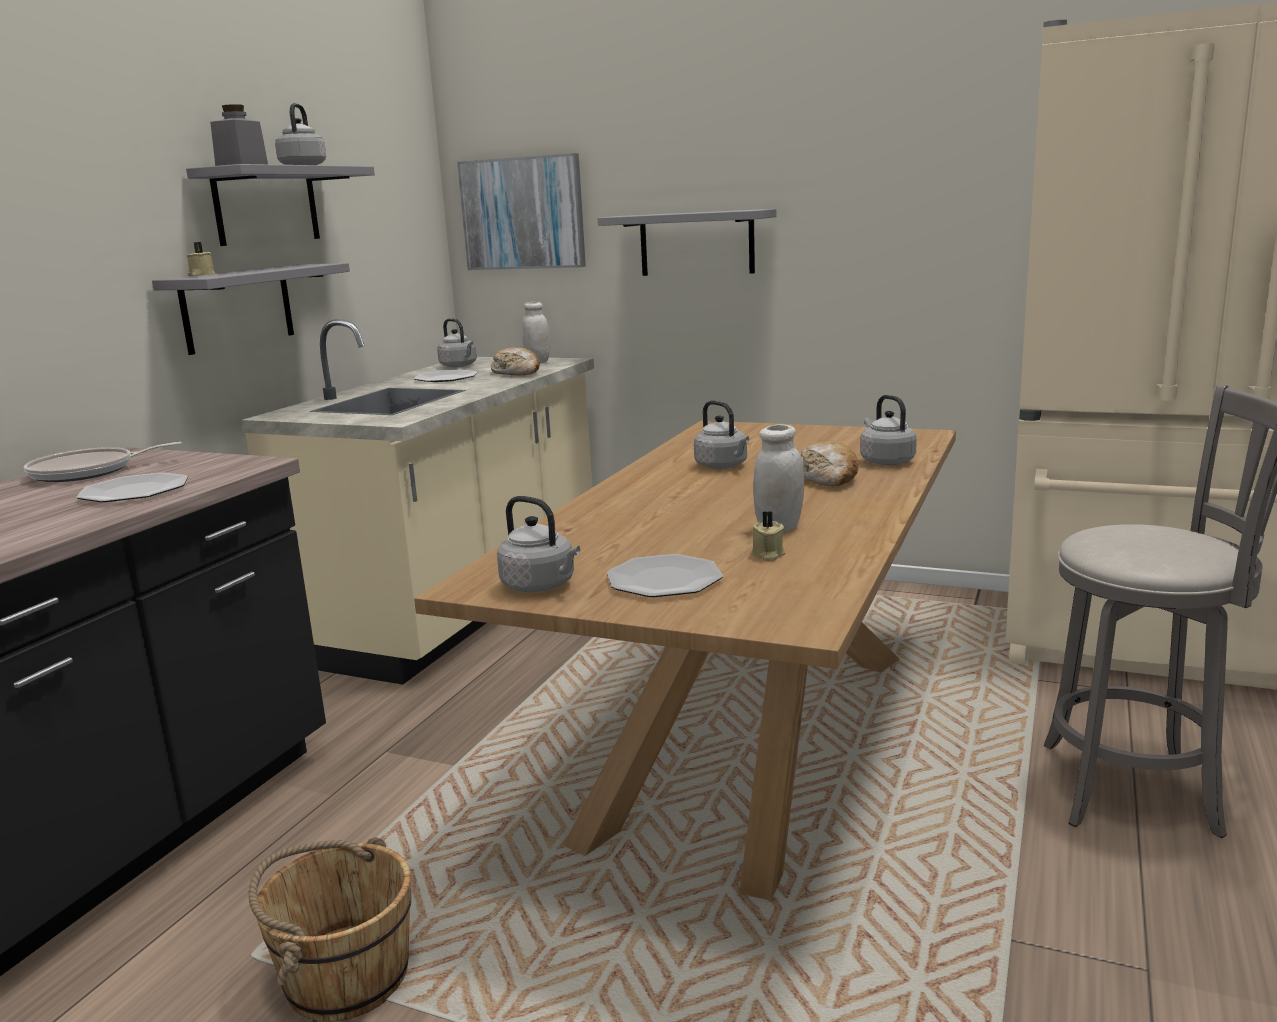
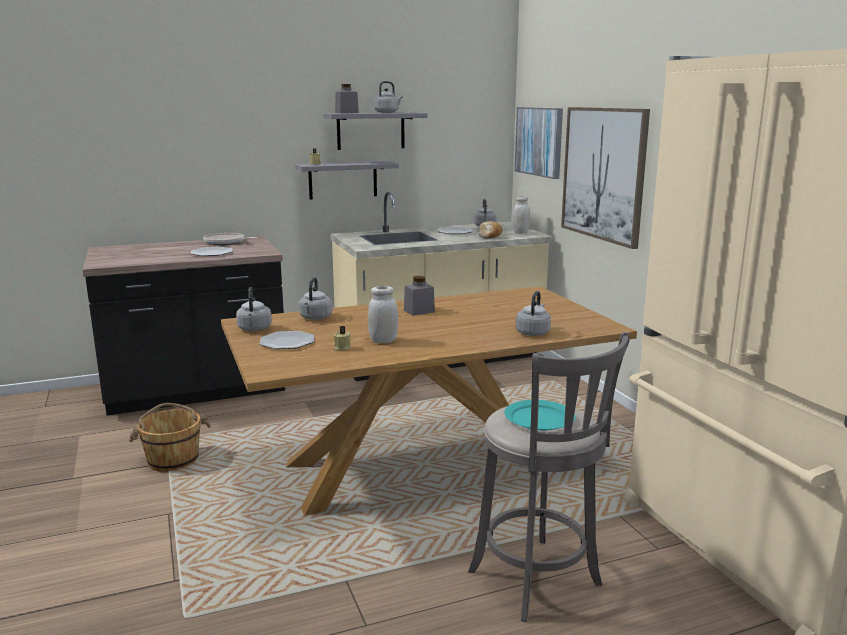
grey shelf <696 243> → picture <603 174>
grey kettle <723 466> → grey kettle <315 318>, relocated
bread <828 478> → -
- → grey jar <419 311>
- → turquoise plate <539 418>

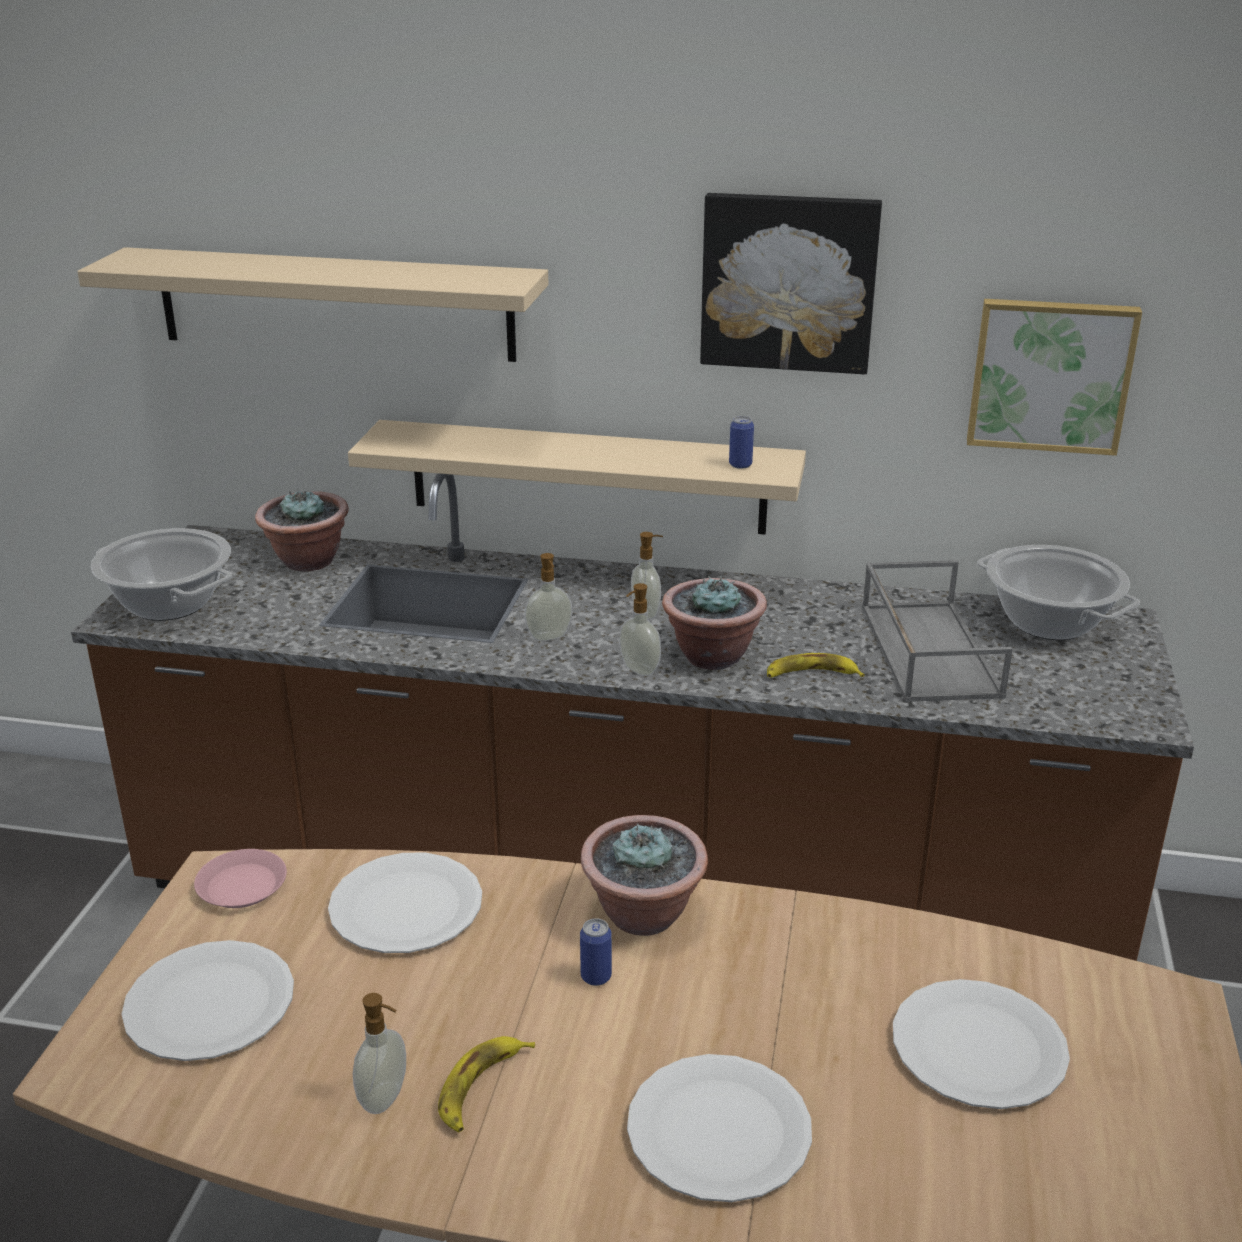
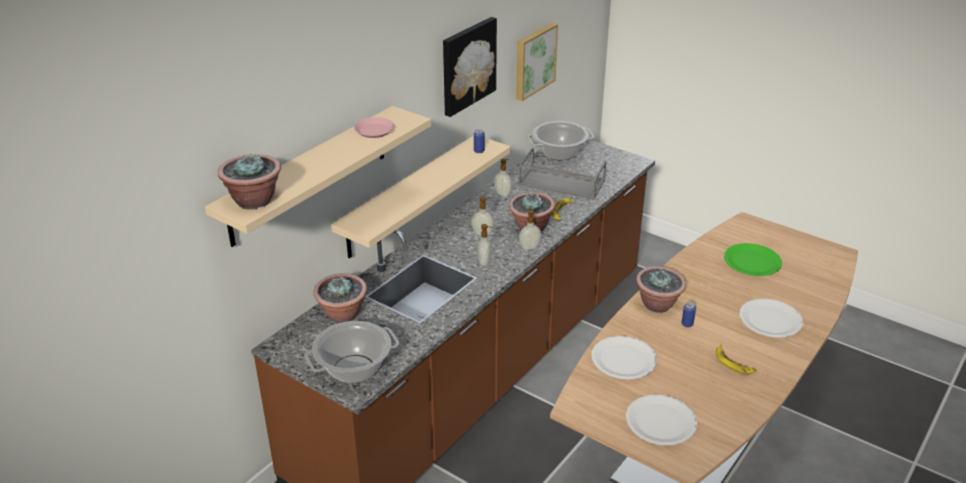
pink plate <242 886> → pink plate <374 131>, relocated
soap dispenser <385 1098> → soap dispenser <503 194>, relocated
white plate <979 1047> → green plate <752 261>
- → potted plant <254 201>

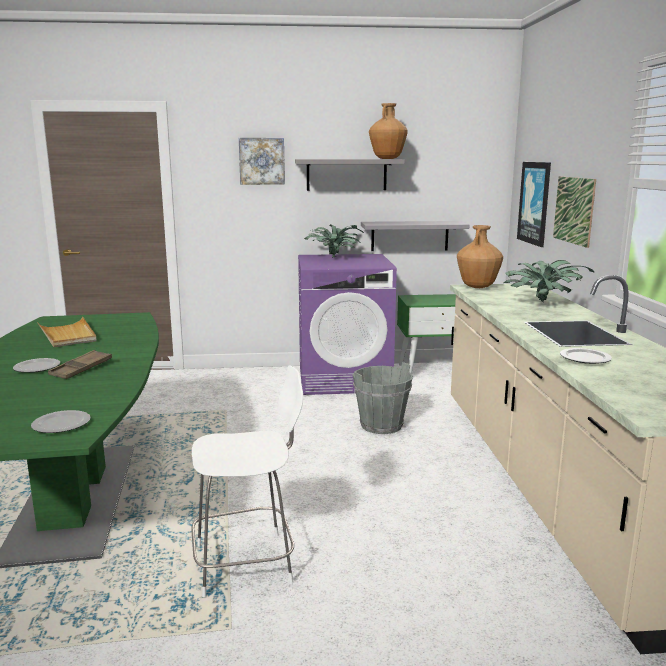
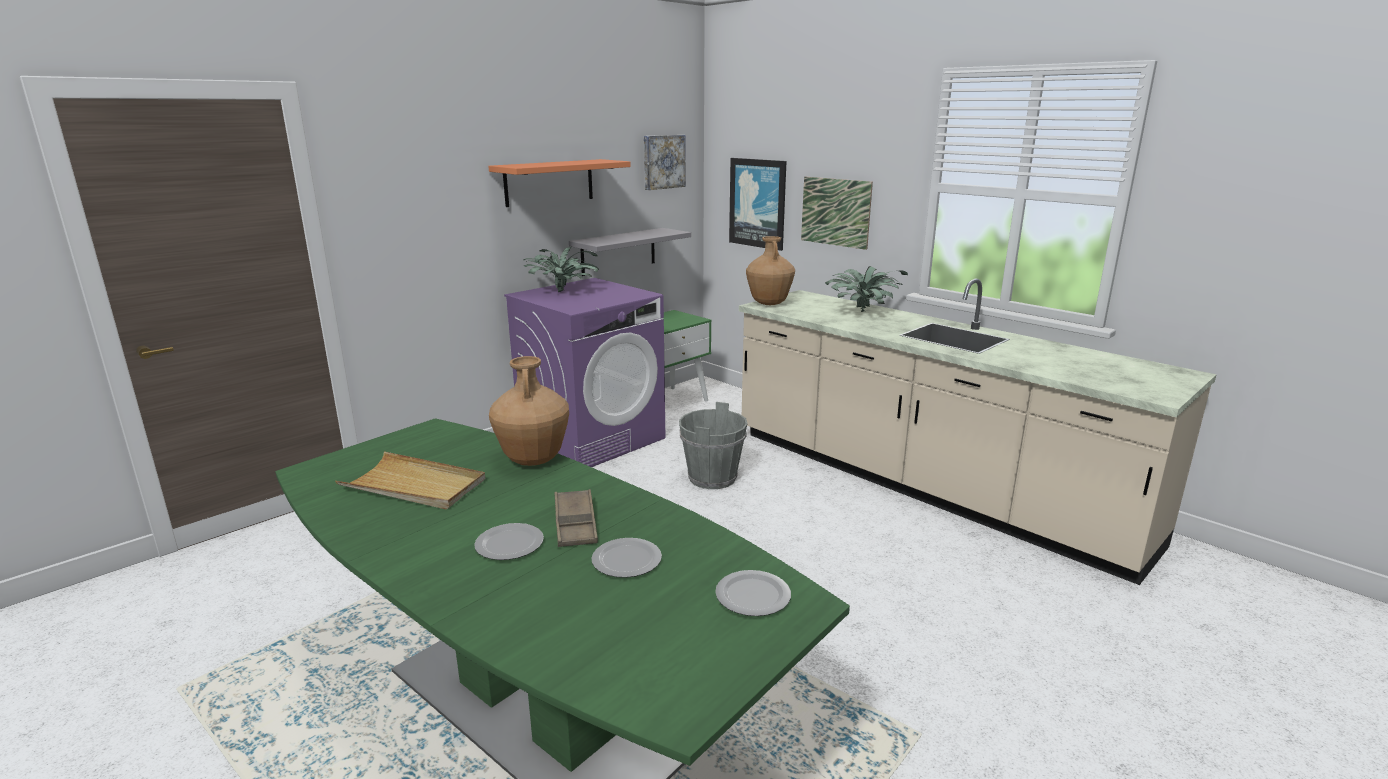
white chair <248 563> → -
picture <262 161> → picture <663 161>, relocated
grey shelf <346 174> → orange shelf <549 182>
brown vase <387 159> → brown vase <533 460>, relocated
plate <584 358> → plate <625 560>, relocated

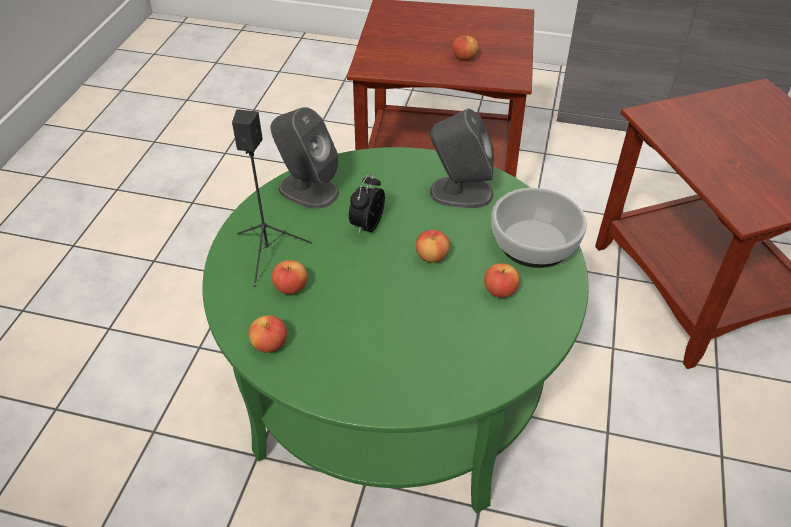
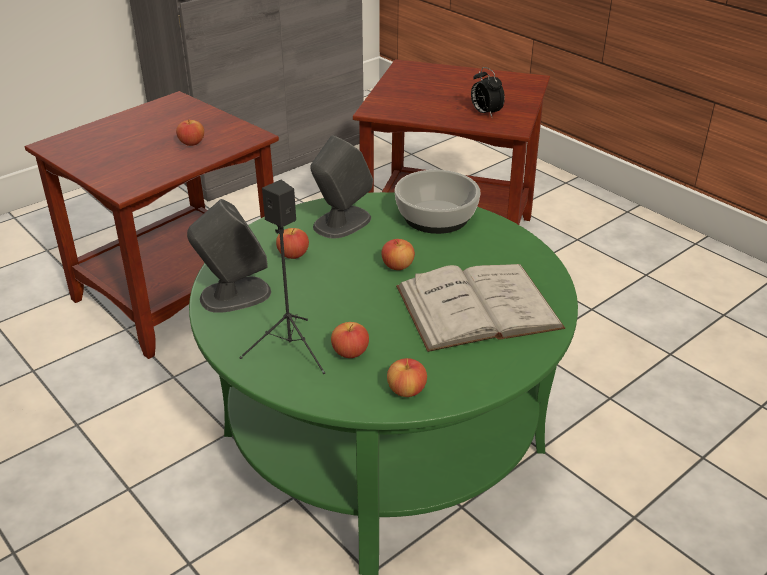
alarm clock <367 225> → alarm clock <485 113>, relocated
apple <500 291> → apple <293 255>, relocated
- → white book <477 307>

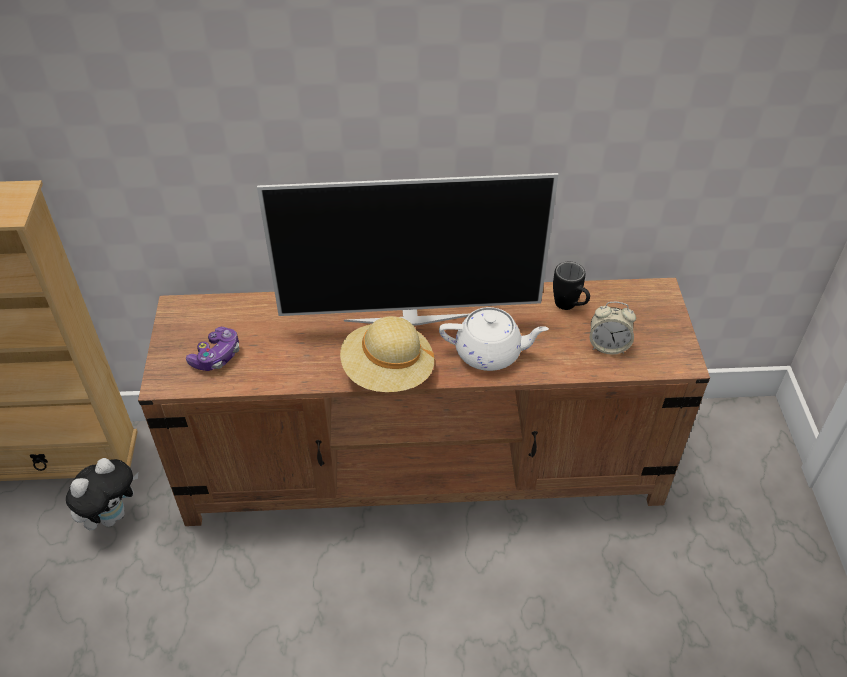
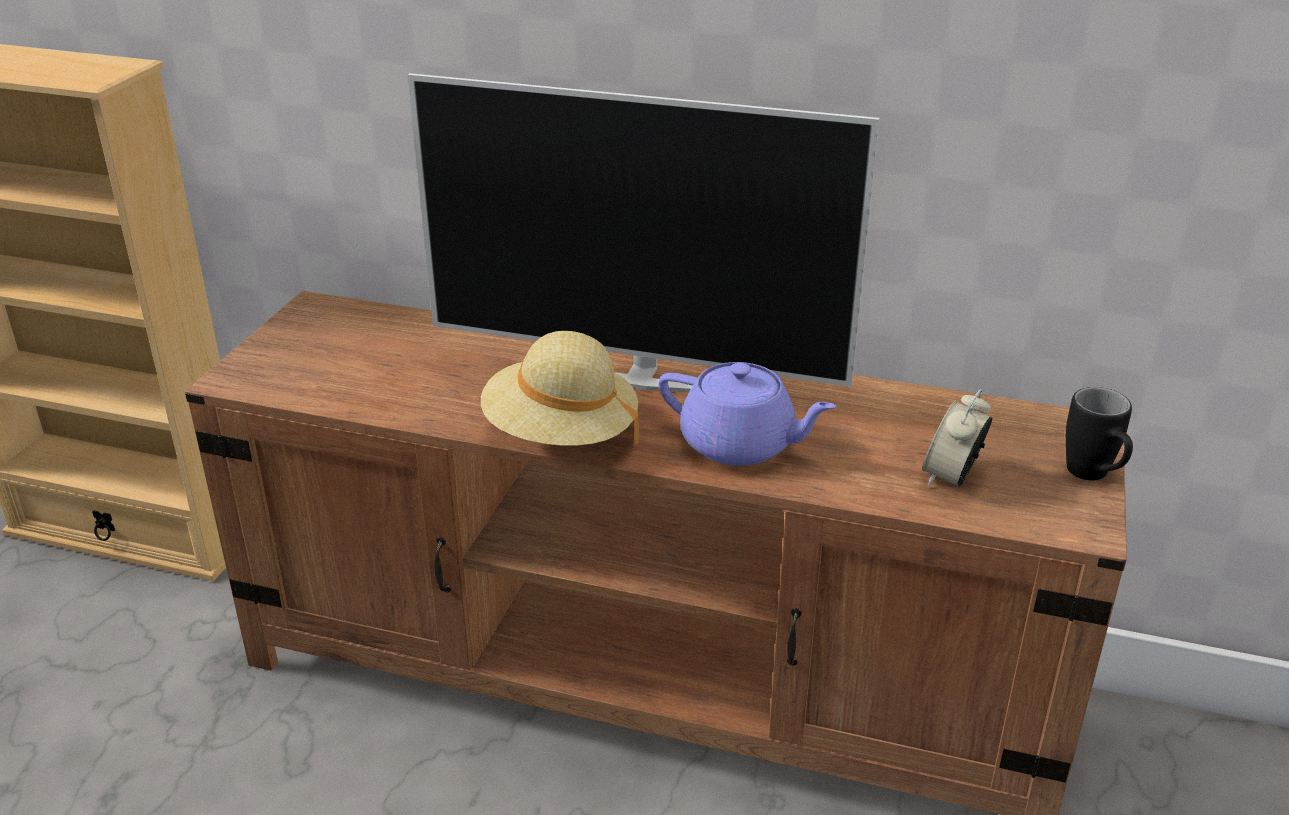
plush toy <112 515> → -
game controller <216 356> → -
white teapot <490 353> → purple teapot <740 445>
black mug <570 307> → black mug <1094 477>, relocated
alarm clock <608 346> → alarm clock <952 477>, 90 degrees clockwise

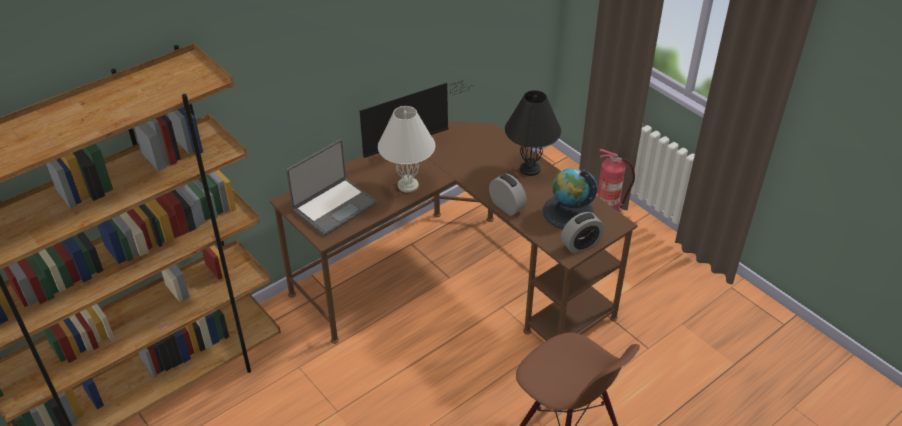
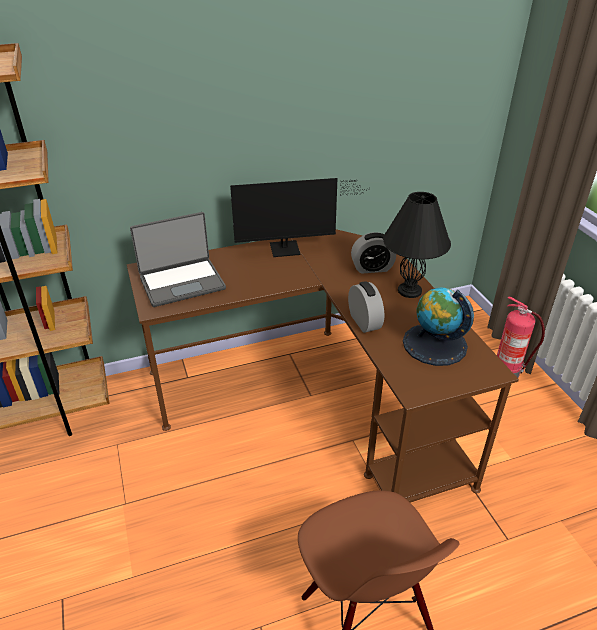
white table lamp <407 185> → -
alarm clock <581 244> → alarm clock <372 268>, relocated

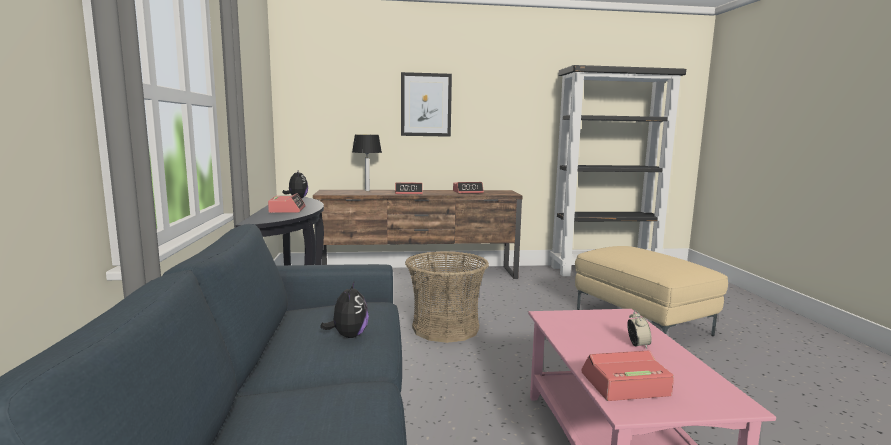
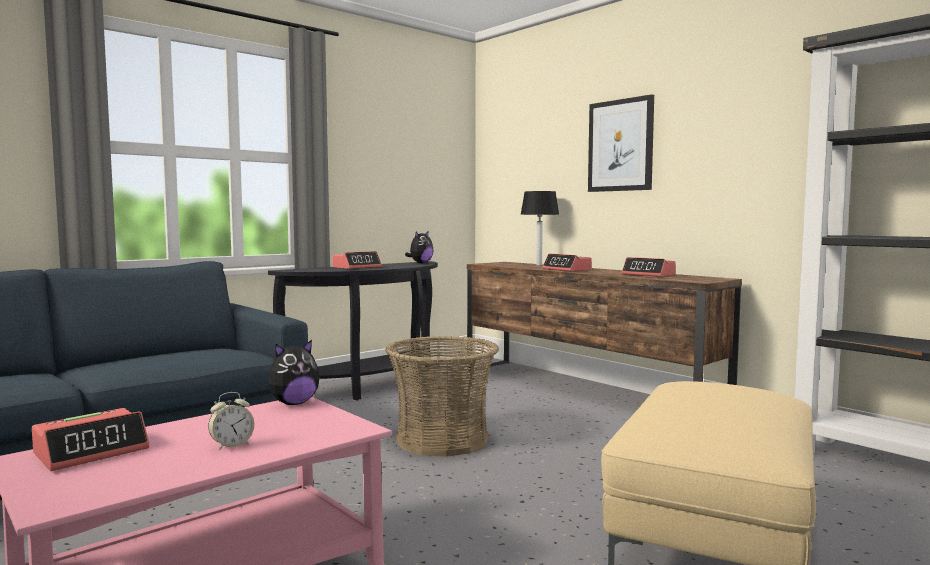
plush toy <348 336> → plush toy <293 403>, relocated
alarm clock <624 385> → alarm clock <92 451>, 90 degrees clockwise

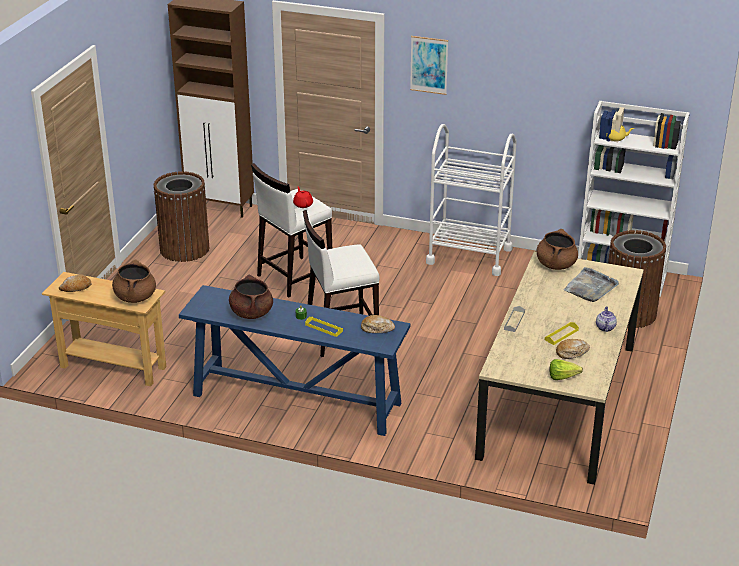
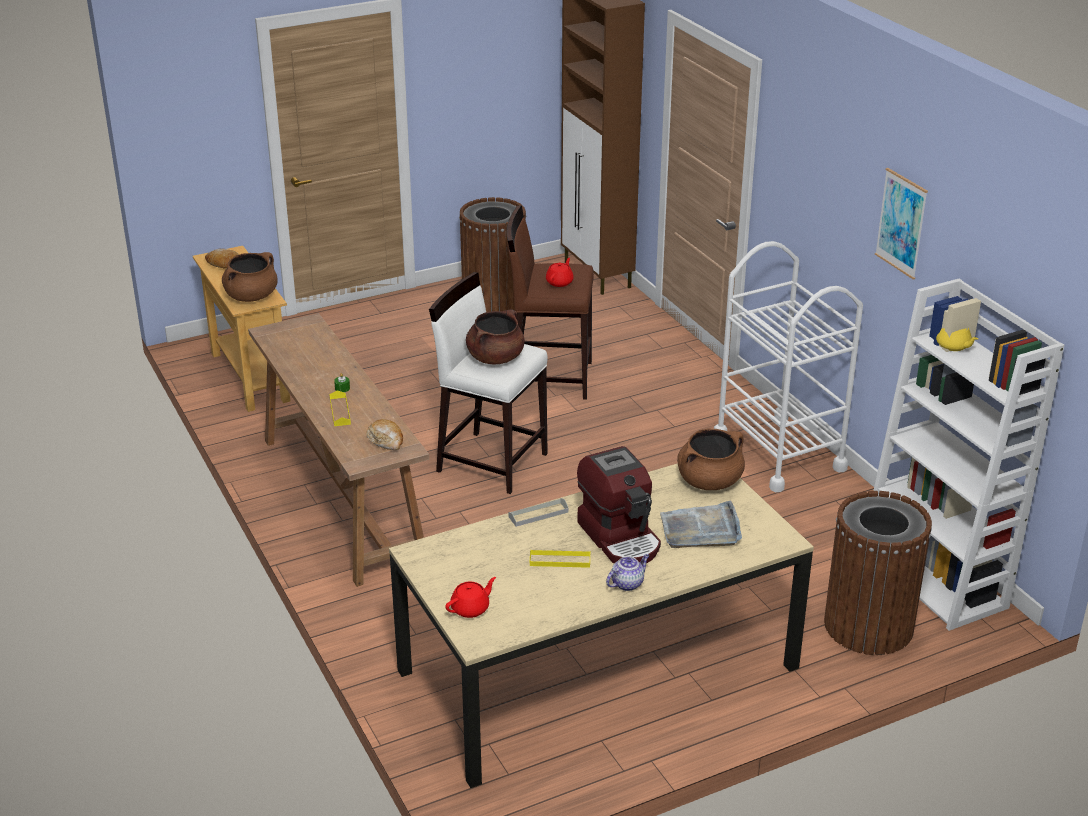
blue console table <295 399> → brown console table <341 498>
brown cooking pot <251 313> → brown cooking pot <495 358>, relocated
white stool <294 277> → brown stool <549 378>
picture <429 65> → picture <901 223>, relocated
lettuce <565 377> → red teapot <471 608>
bread <572 352> → -
- → coffee machine <621 537>

